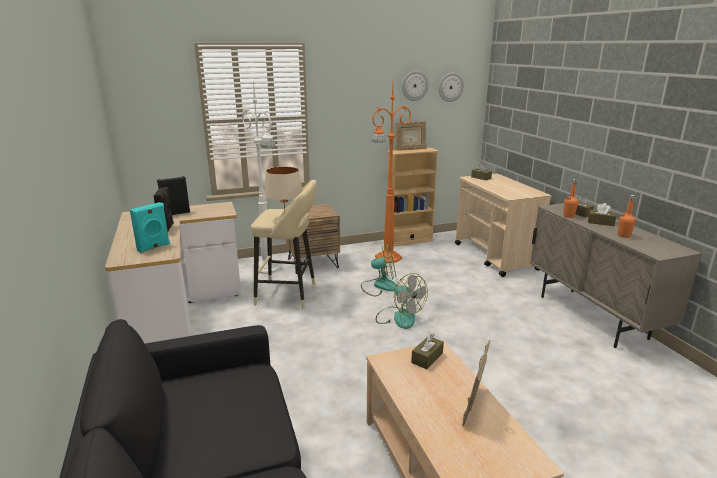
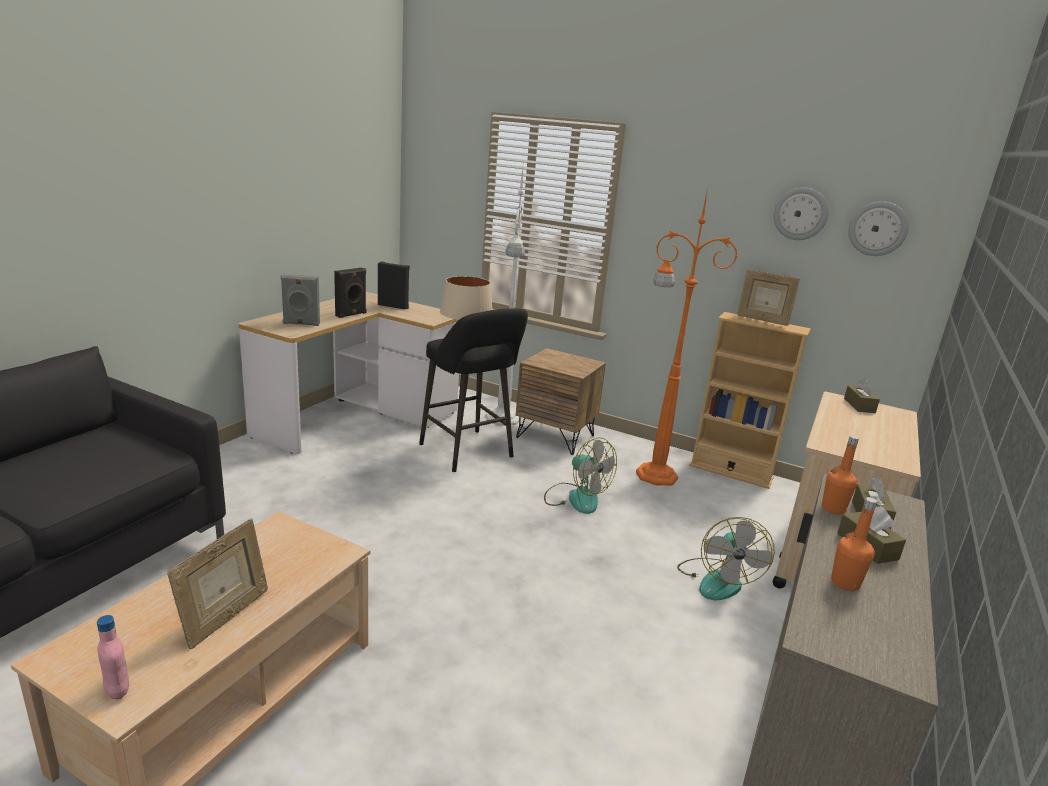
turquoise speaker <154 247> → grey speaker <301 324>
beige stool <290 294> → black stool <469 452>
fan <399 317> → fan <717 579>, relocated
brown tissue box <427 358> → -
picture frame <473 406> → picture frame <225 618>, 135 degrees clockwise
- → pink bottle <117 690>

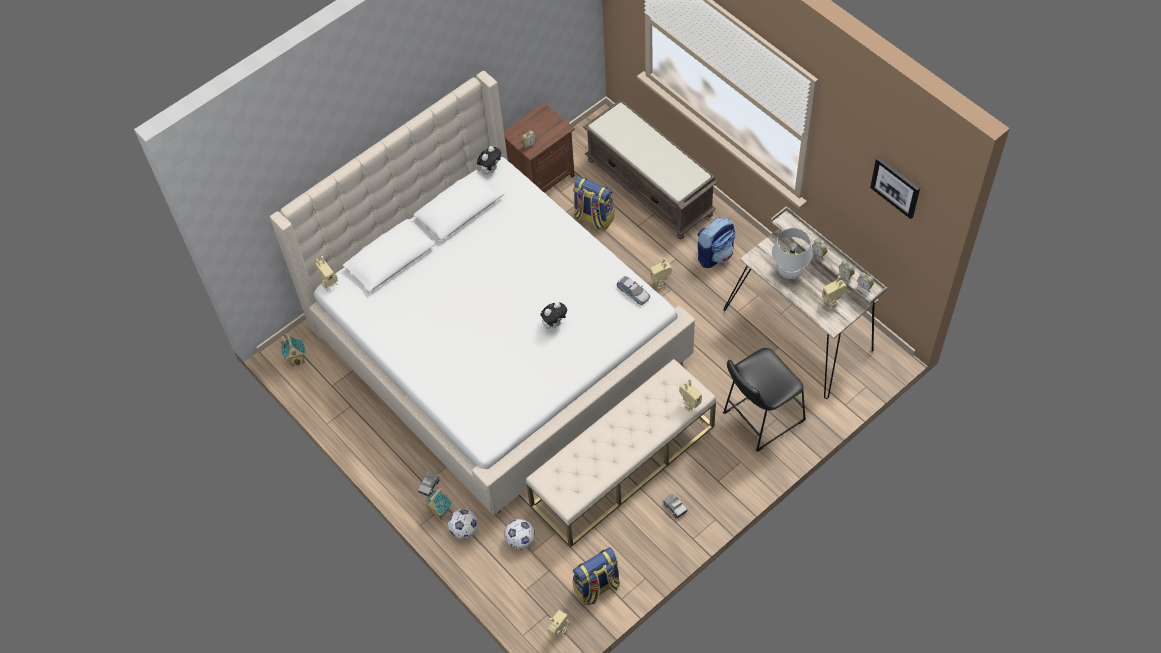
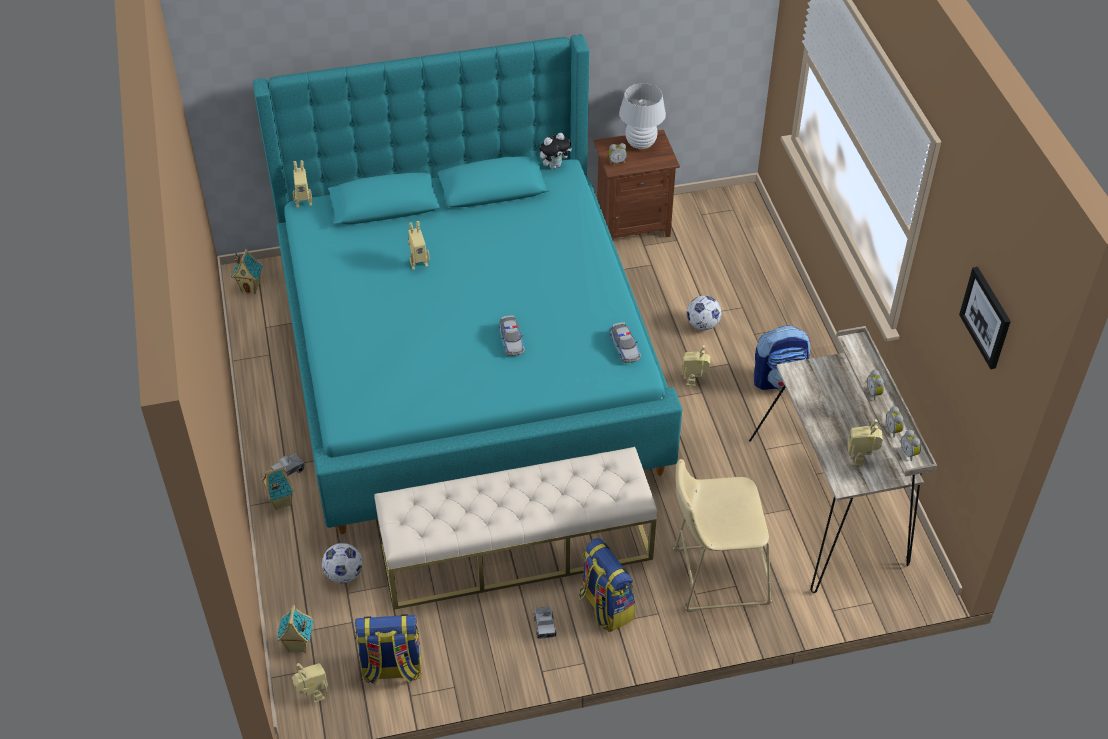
beige bed <497 343> → turquoise bed <468 362>
football <464 530> → football <703 324>, relocated
plush toy <554 323> → toy car <511 340>
backpack <593 218> → backpack <605 607>, relocated
brown bench <650 187> → -
toy robot <689 404> → toy robot <418 263>, relocated
black stool <760 418> → beige stool <714 576>
white table lamp <789 272> → white table lamp <641 144>, relocated
- → toy house <298 645>

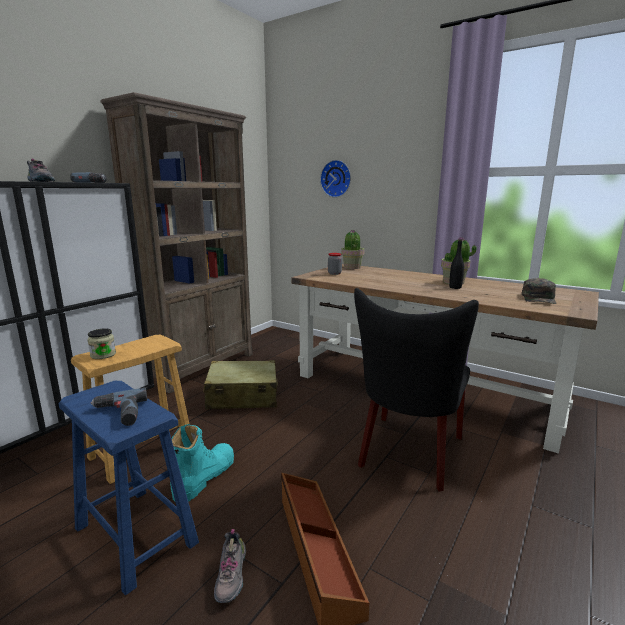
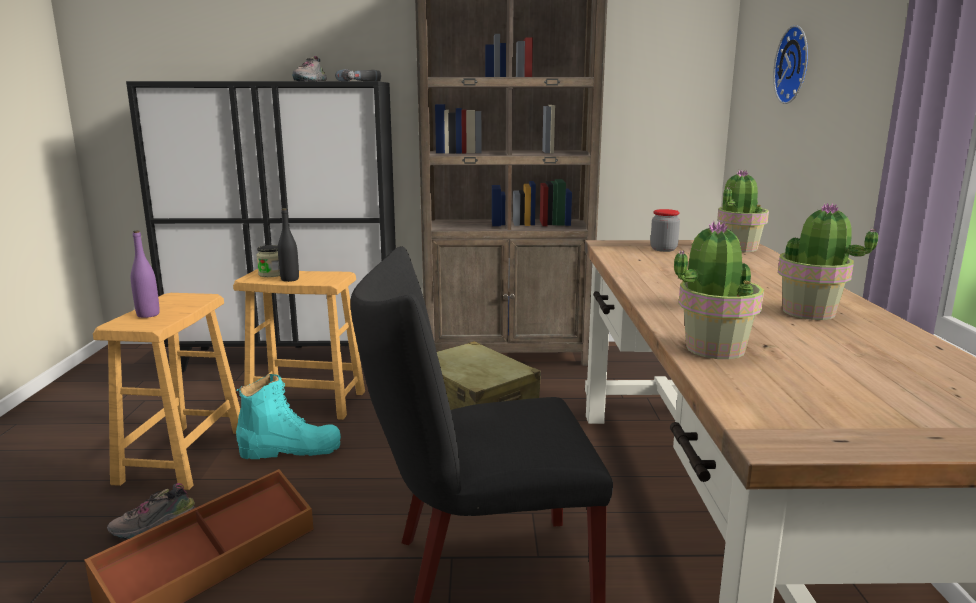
blue stool <136 535> → brown stool <183 456>
power drill <119 414> → purple bottle <148 315>
black bottle <455 287> → black bottle <290 279>, relocated
green cap <539 298> → -
- → potted plant <713 349>

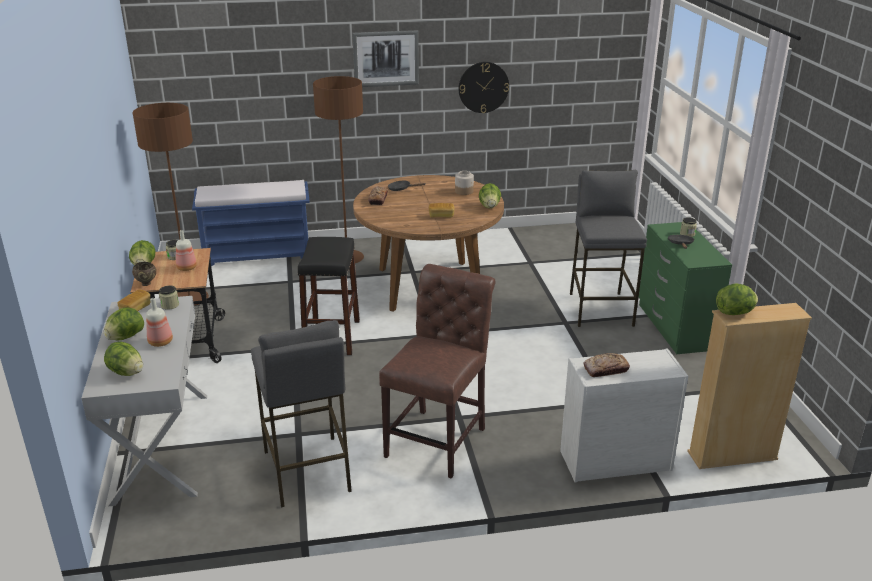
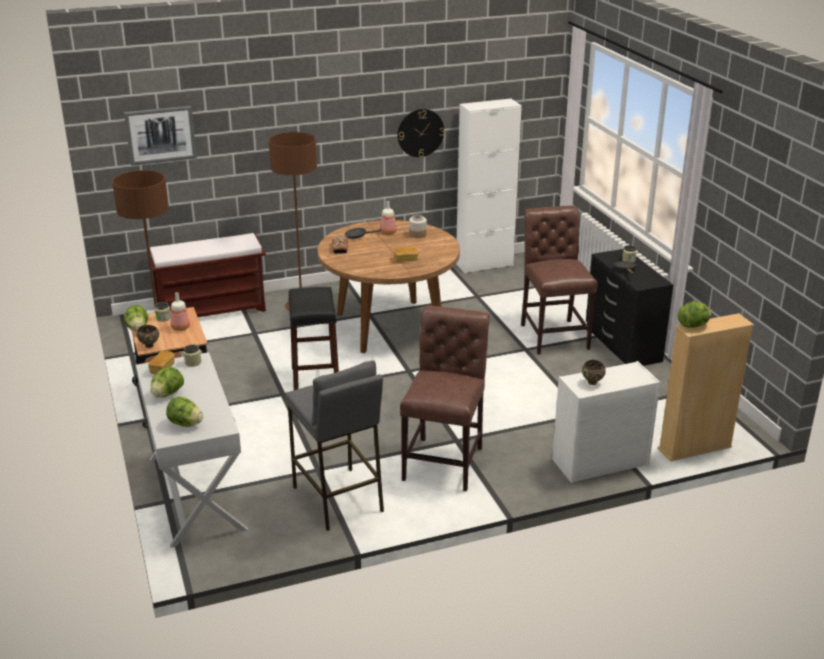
bottle <161 342> → bottle <388 232>, relocated
blue bench <258 255> → brown bench <212 310>
picture <386 58> → picture <160 135>, relocated
lettuce <489 206> → -
grey stool <600 309> → brown chair <553 334>
bread <606 369> → brown bowl <592 383>
green dresser <674 327> → black dresser <622 344>
- → white cabinet <484 265>

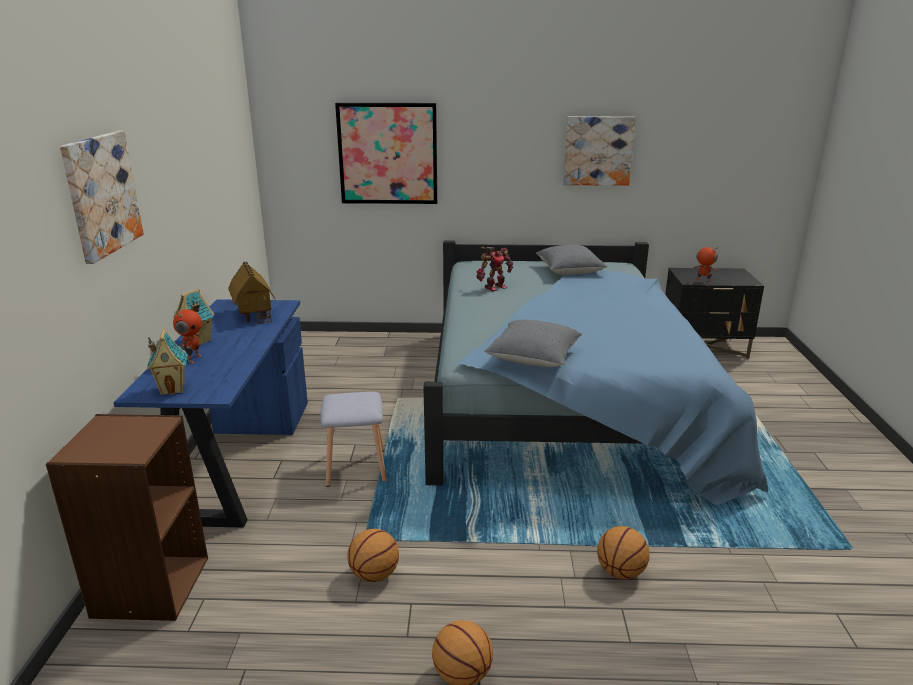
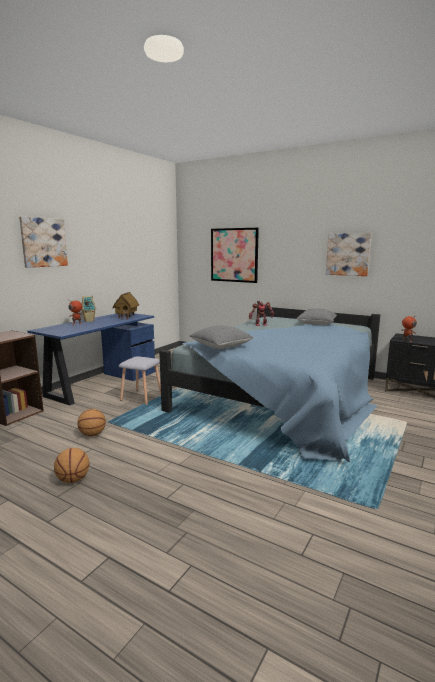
toy house <173 389> → -
basketball <621 572> → -

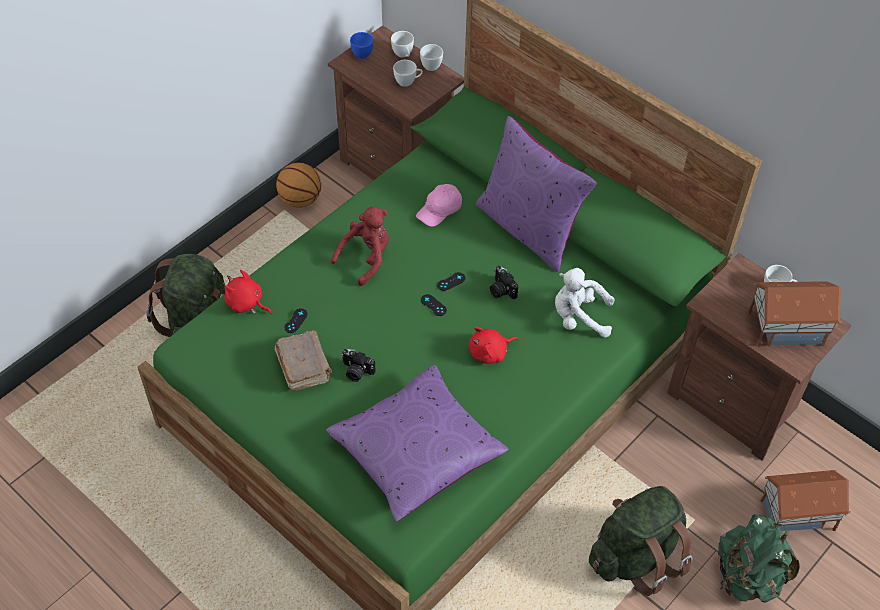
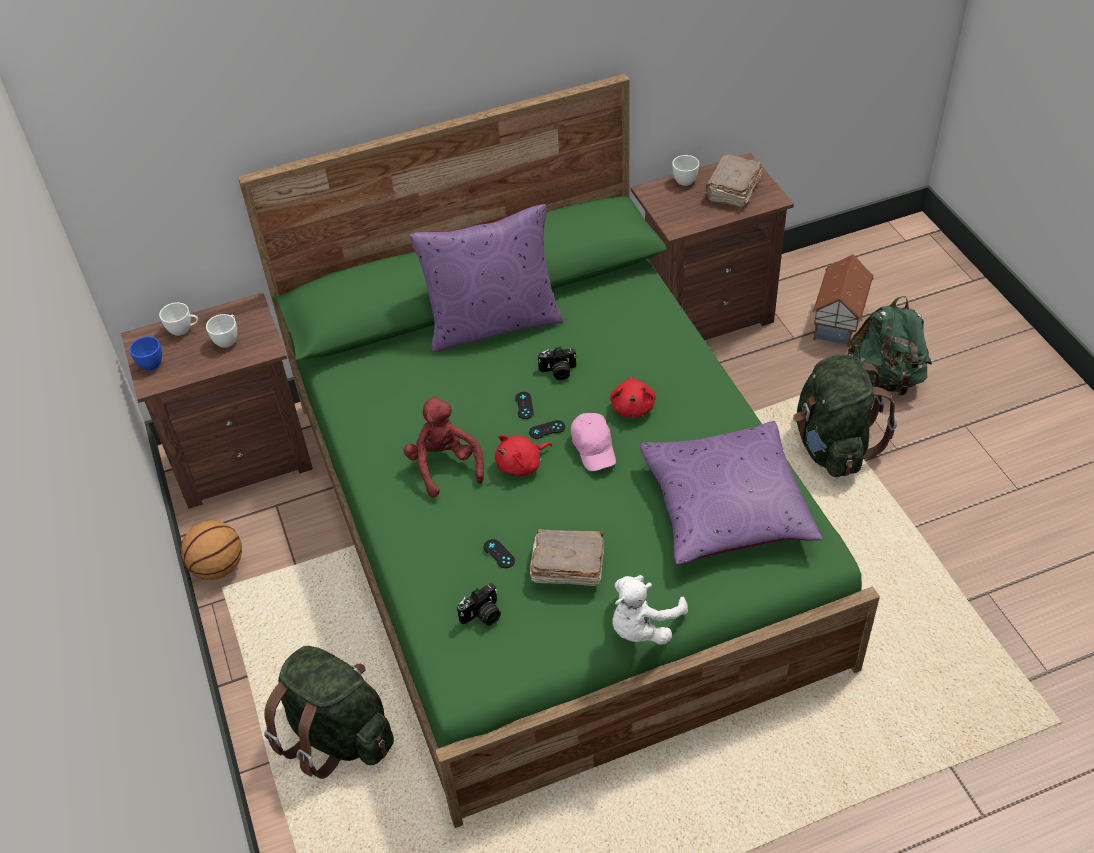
red plush toy <246 303> → red plush toy <521 465>, relocated
photo camera <356 371> → photo camera <483 615>, relocated
pink cap <440 210> → pink cap <594 448>, relocated
white cup <430 64> → -
white plush toy <579 317> → white plush toy <642 626>, relocated
toy house <785 328> → brown book <732 190>

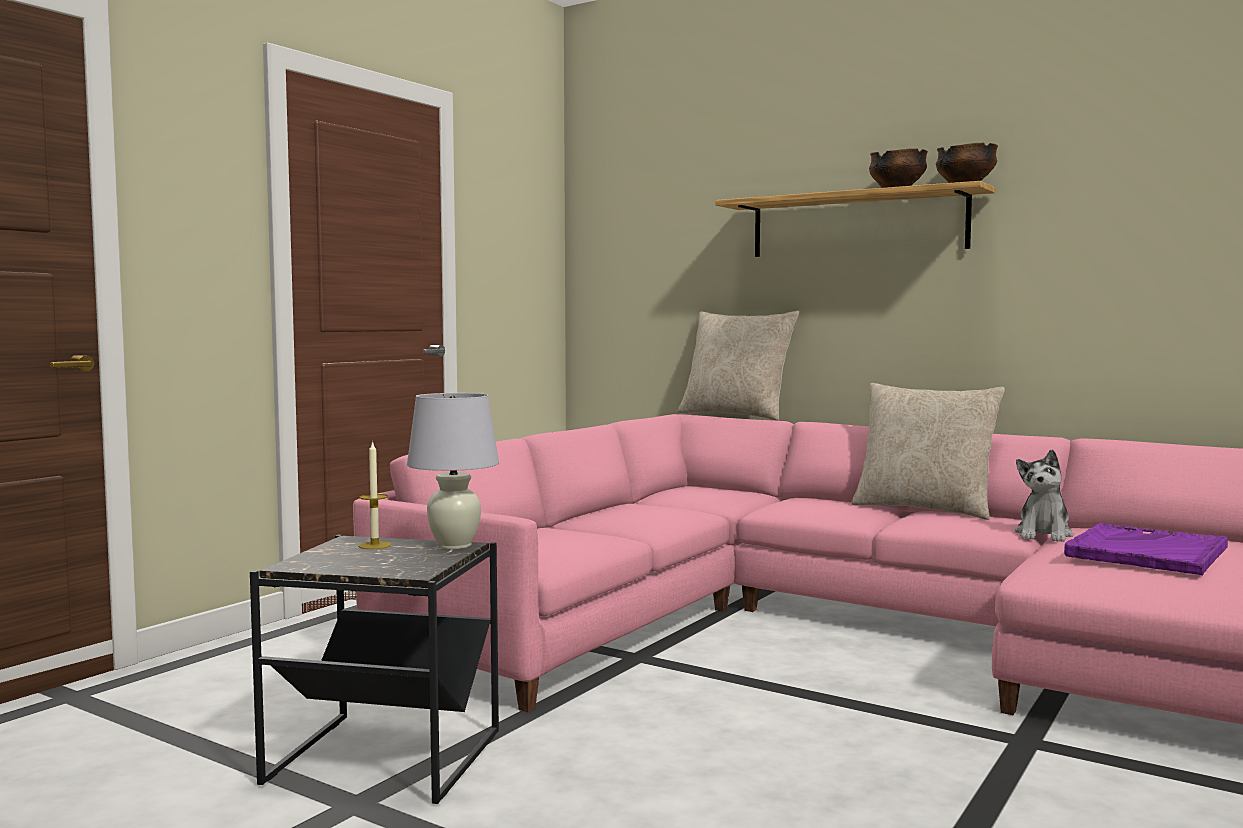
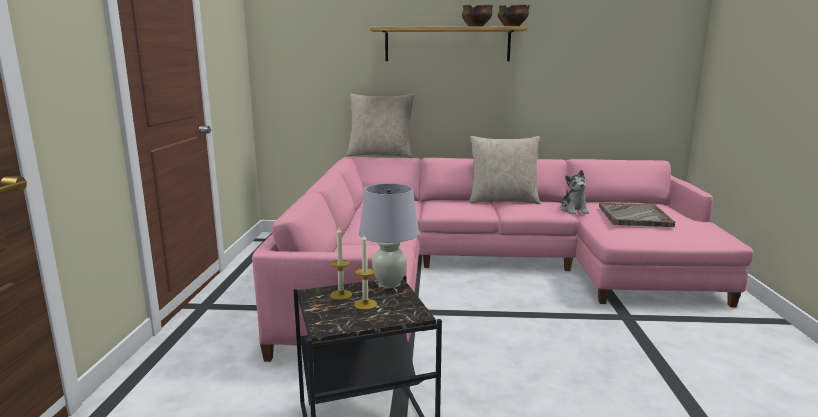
purple tray <1145 552> → grey tray <634 216>
- → candle <365 304>

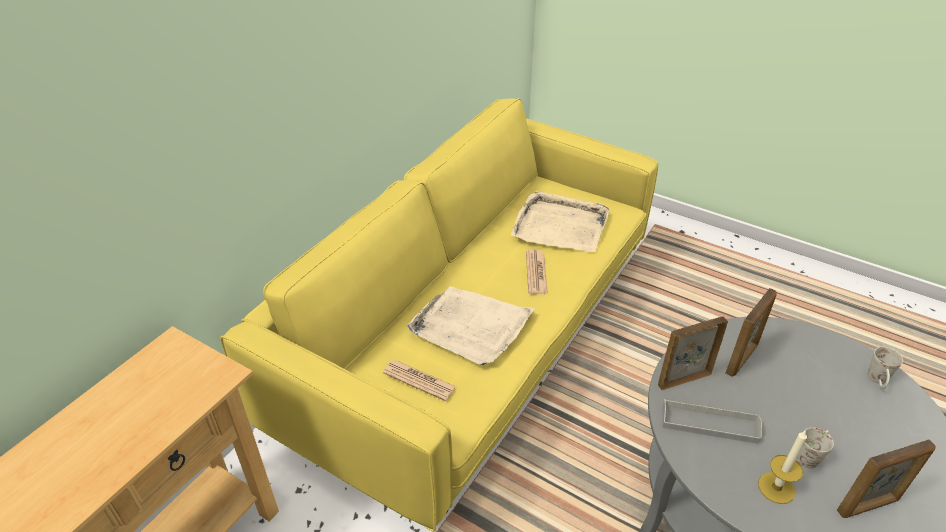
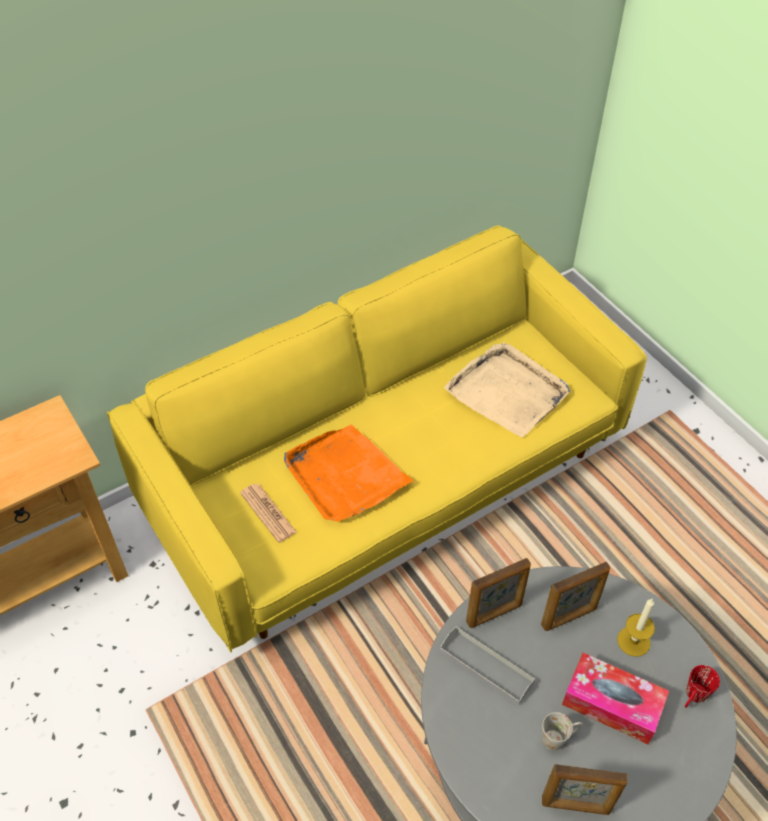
beige tray <470 327> → orange tray <345 476>
newspaper <536 273> → -
picture frame <683 379> → picture frame <494 613>, 150 degrees clockwise
candle <776 487> → candle <633 641>, relocated
white mug <878 381> → red mug <693 698>
- → tissue box <612 704>

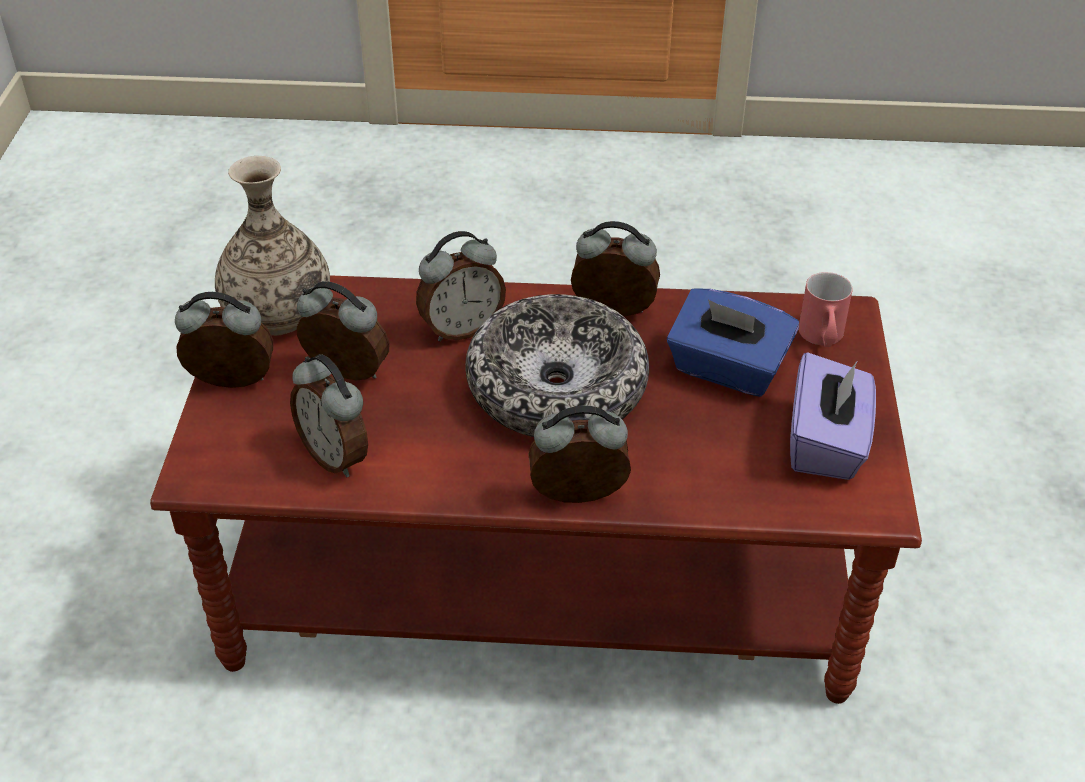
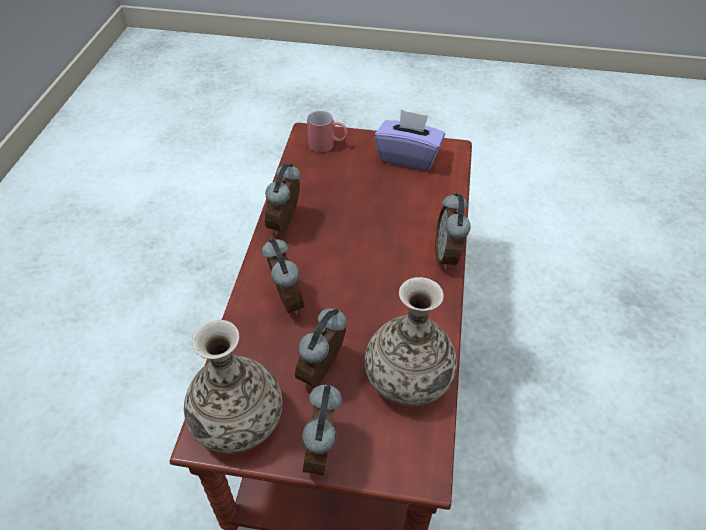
alarm clock <336 456> → vase <408 377>
bowl <557 387> → -
blue tissue box <727 369> → -

